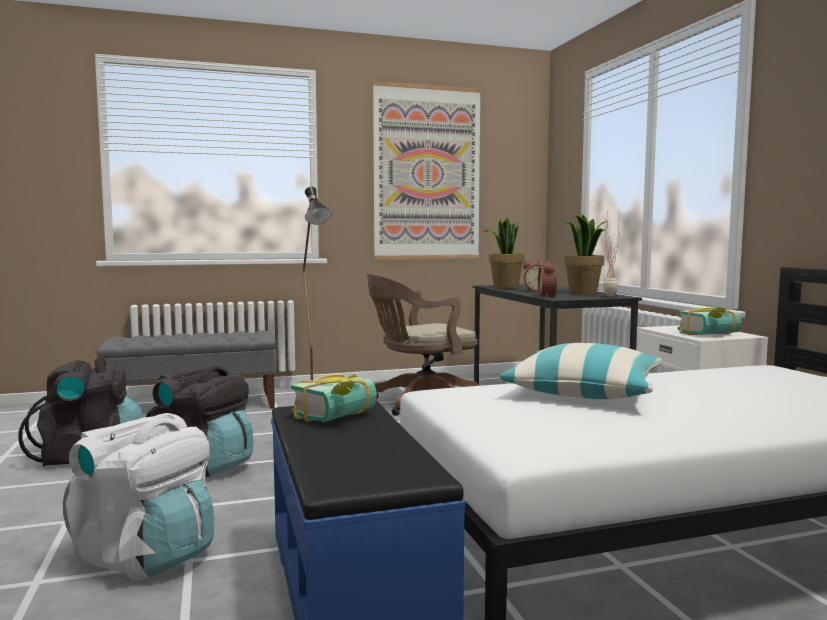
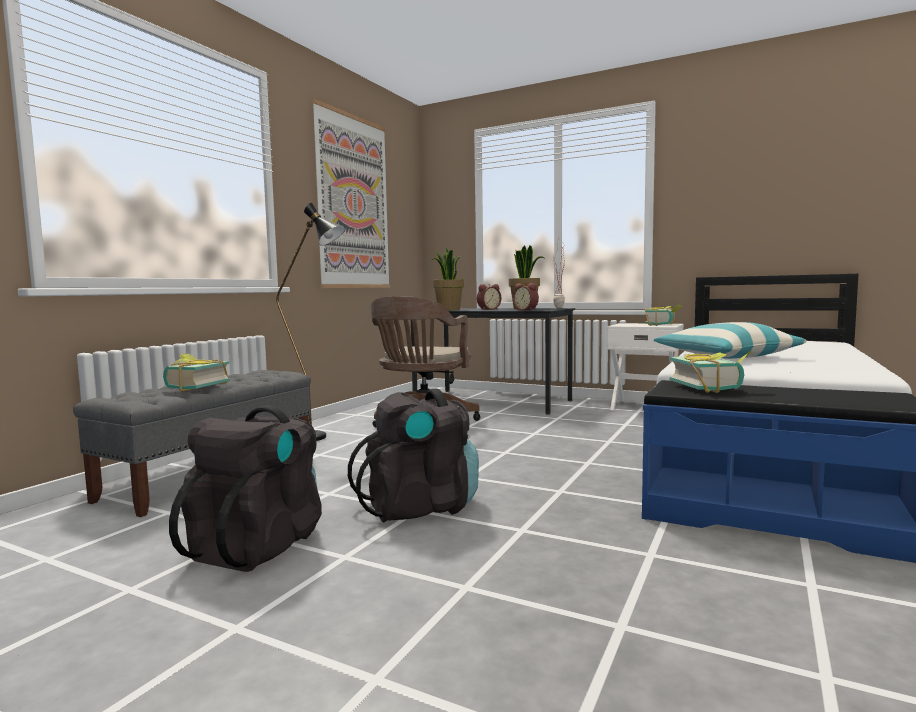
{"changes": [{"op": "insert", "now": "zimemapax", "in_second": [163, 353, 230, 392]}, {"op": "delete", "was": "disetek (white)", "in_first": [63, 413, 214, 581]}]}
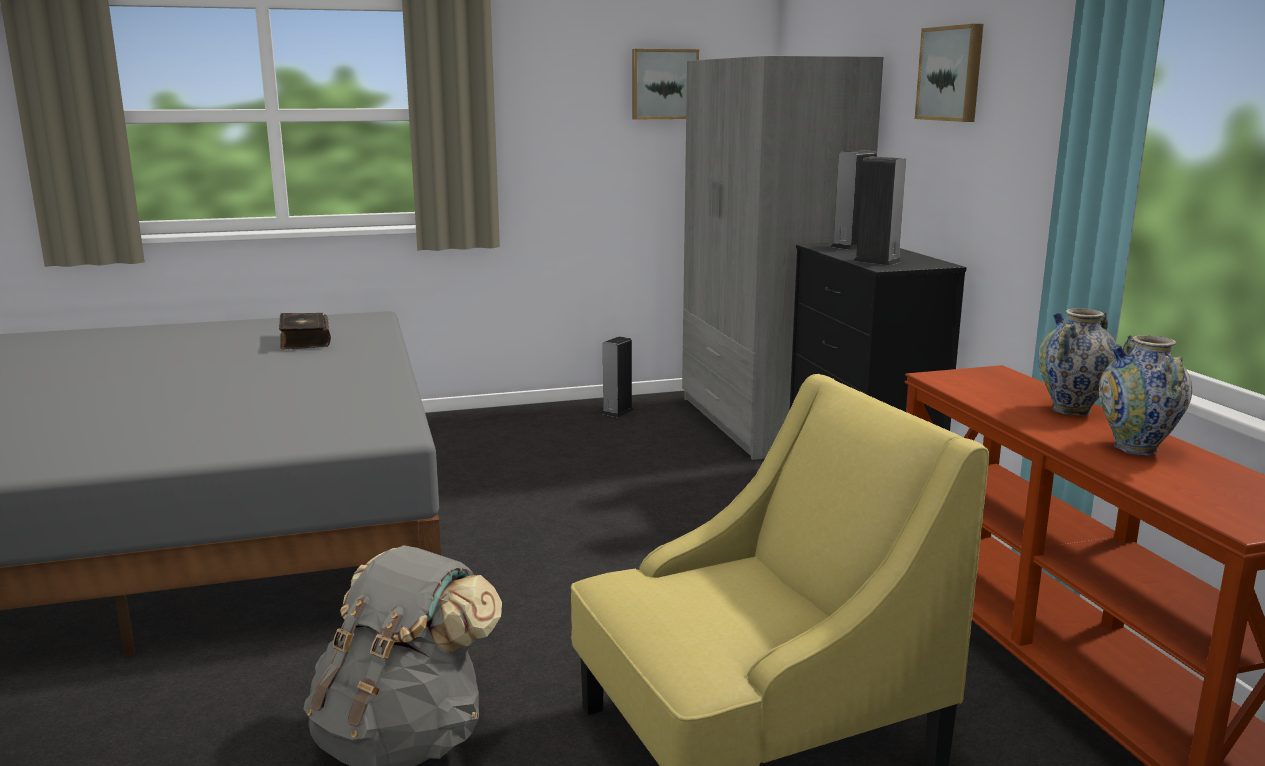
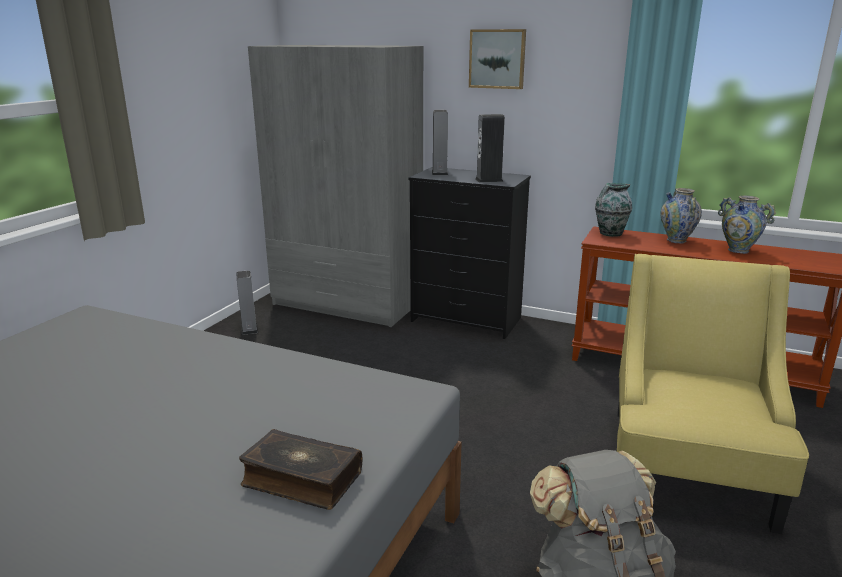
{"changes": [{"op": "move", "was": "zimemapax", "in_first": [279, 313, 331, 349], "in_second": [239, 429, 362, 510]}, {"op": "insert", "now": "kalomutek", "in_second": [595, 183, 632, 237]}, {"op": "delete", "was": "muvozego", "in_first": [632, 49, 699, 119]}]}
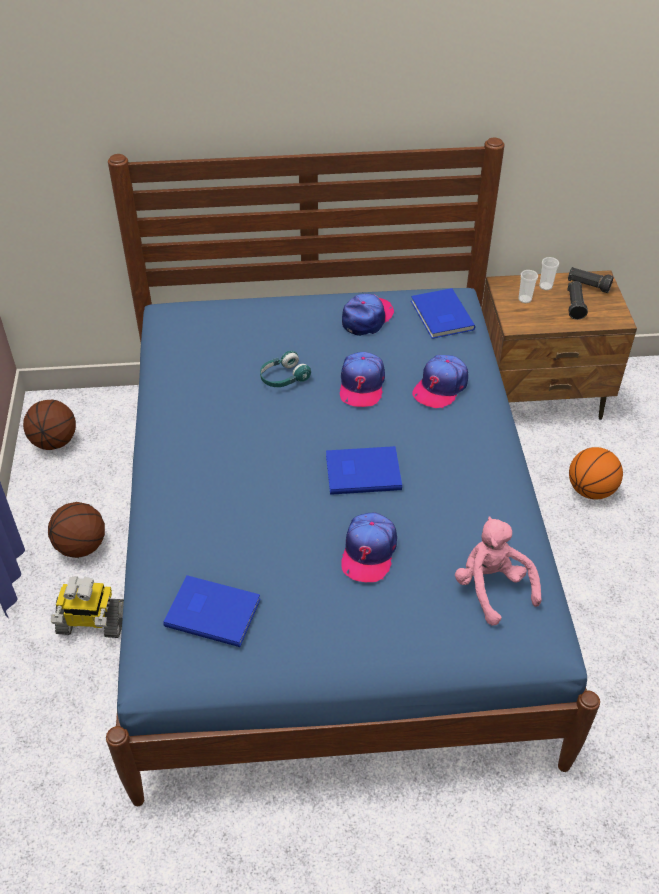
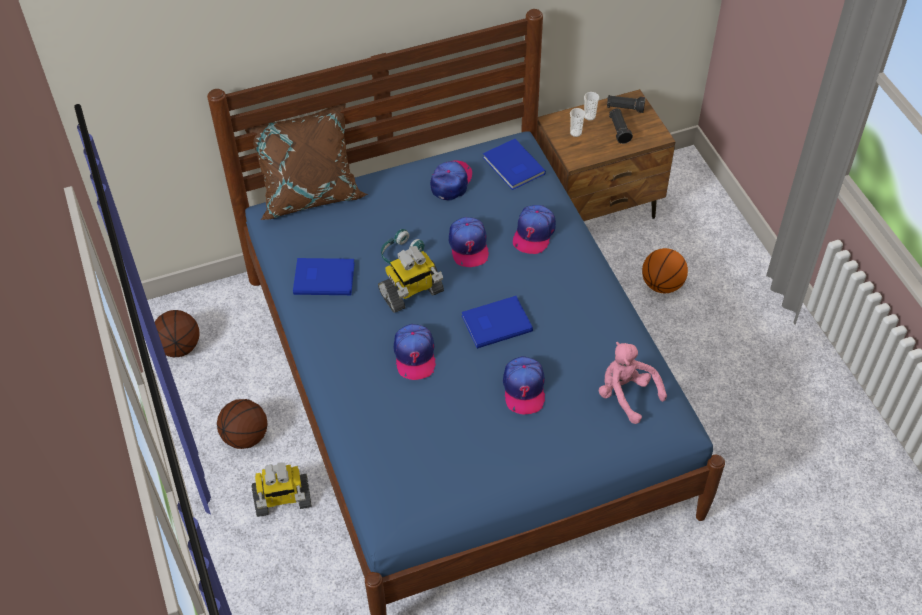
{"changes": [{"op": "insert", "now": "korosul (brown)", "in_second": [244, 103, 368, 220]}, {"op": "move", "was": "zimemapax (blue)", "in_first": [164, 575, 260, 647], "in_second": [293, 258, 355, 295]}, {"op": "insert", "now": "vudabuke", "in_second": [378, 246, 444, 313]}, {"op": "insert", "now": "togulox", "in_second": [394, 324, 436, 380]}]}
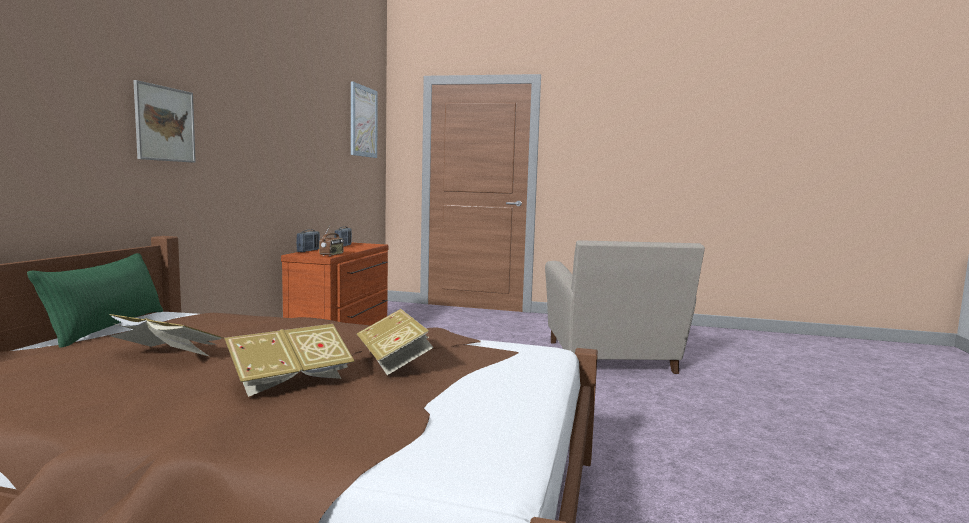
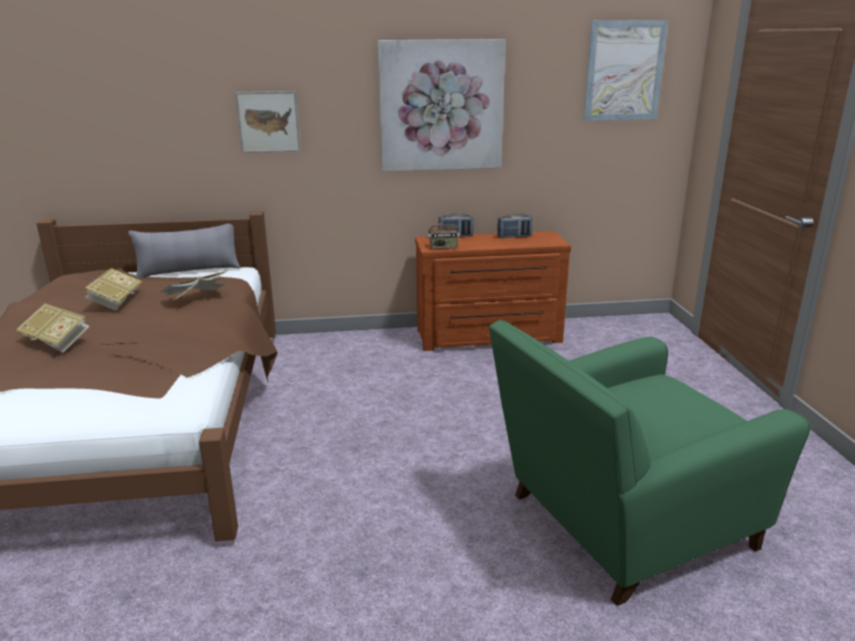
{"changes": [{"op": "recolor", "was": "korosul (green)", "now": "korosul (grey)", "in_first": [27, 253, 163, 348], "in_second": [128, 224, 240, 278]}, {"op": "move", "was": "zimemapax", "in_first": [357, 309, 434, 375], "in_second": [160, 271, 227, 301]}, {"op": "insert", "now": "muvozego", "in_second": [377, 39, 506, 172]}, {"op": "recolor", "was": "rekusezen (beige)", "now": "rekusezen (green)", "in_first": [545, 240, 705, 374], "in_second": [489, 320, 810, 606]}]}
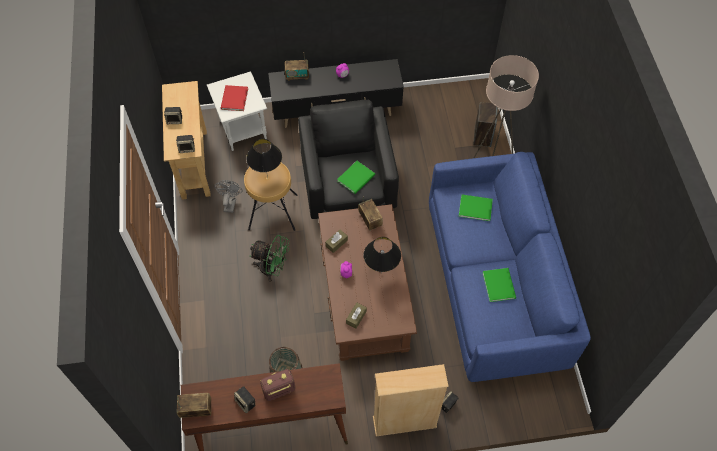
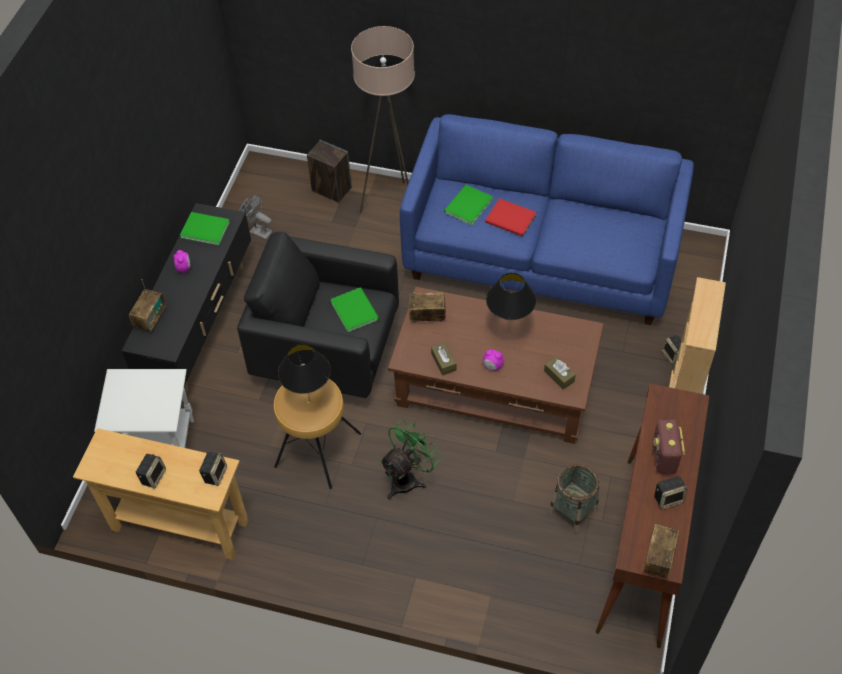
{"changes": [{"op": "move", "was": "zimemapax (green)", "in_first": [482, 268, 516, 302], "in_second": [180, 212, 230, 245]}, {"op": "move", "was": "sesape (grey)", "in_first": [214, 180, 243, 213], "in_second": [239, 194, 273, 240]}, {"op": "move", "was": "zimemapax (red)", "in_first": [221, 85, 248, 111], "in_second": [485, 198, 536, 237]}]}
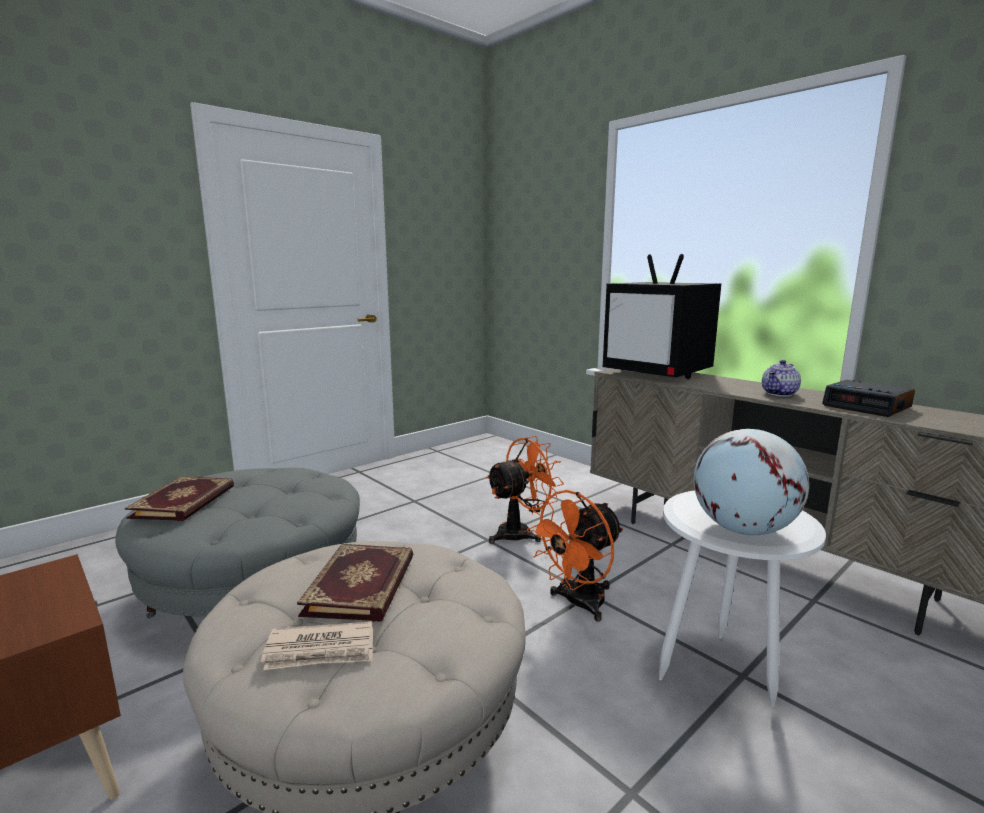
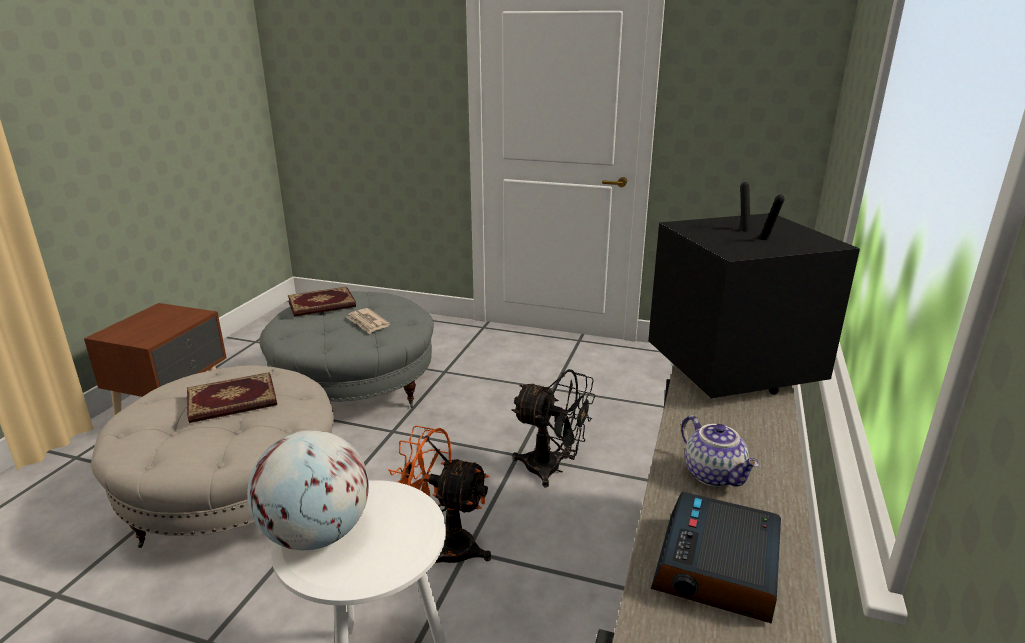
{"changes": [{"op": "move", "was": "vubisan", "in_first": [260, 621, 373, 670], "in_second": [346, 308, 390, 334]}, {"op": "recolor", "was": "sesape (orange)", "now": "sesape (black)", "in_first": [486, 436, 564, 544], "in_second": [512, 369, 596, 488]}, {"op": "rotate", "was": "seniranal", "in_first": [603, 254, 721, 379], "in_second": [648, 182, 860, 398], "clockwise": 150}, {"op": "rotate", "was": "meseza", "in_first": [762, 360, 801, 397], "in_second": [681, 415, 759, 487], "clockwise": -135}]}
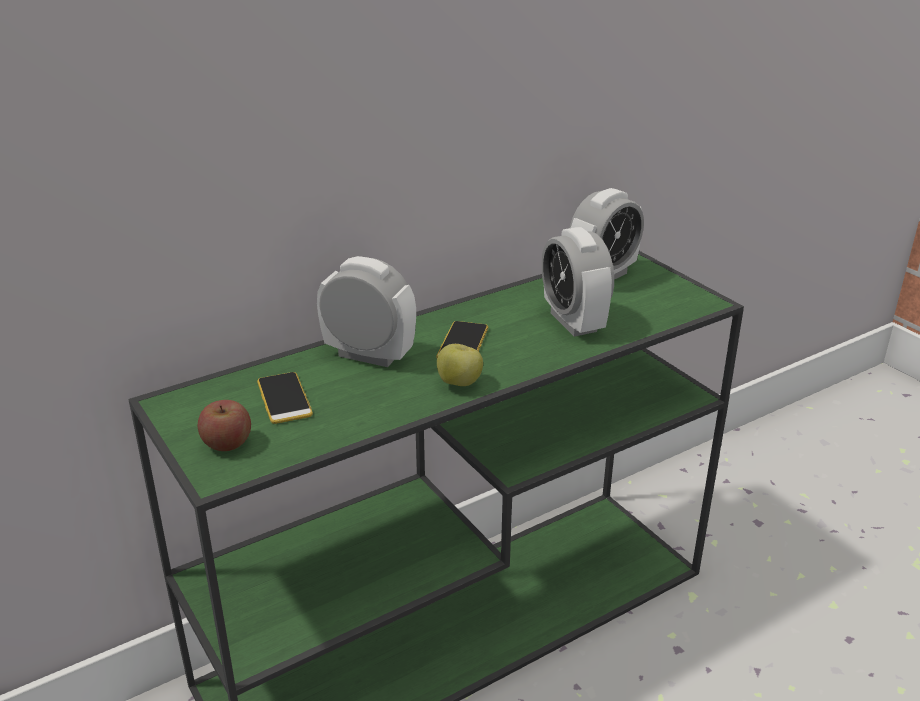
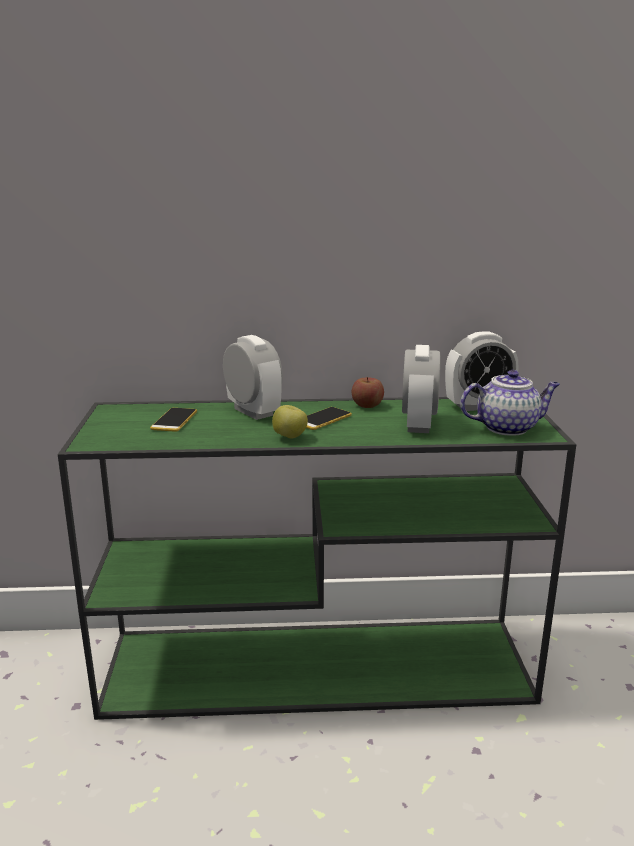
{"changes": [{"op": "move", "was": "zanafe", "in_first": [198, 400, 251, 451], "in_second": [352, 377, 384, 408]}, {"op": "insert", "now": "meseza", "in_second": [460, 370, 560, 436]}]}
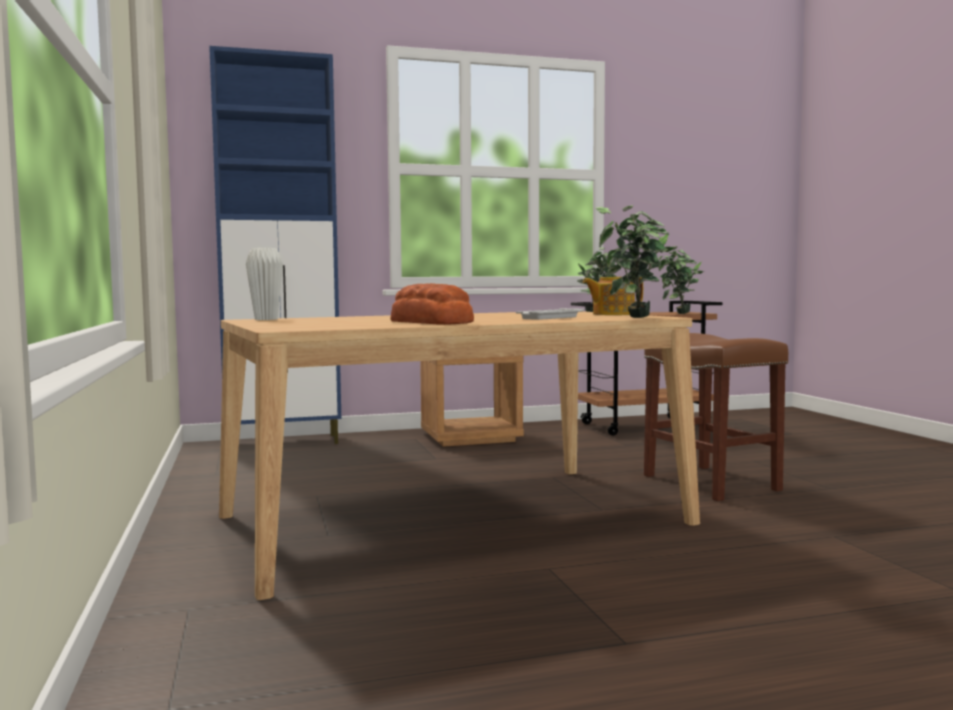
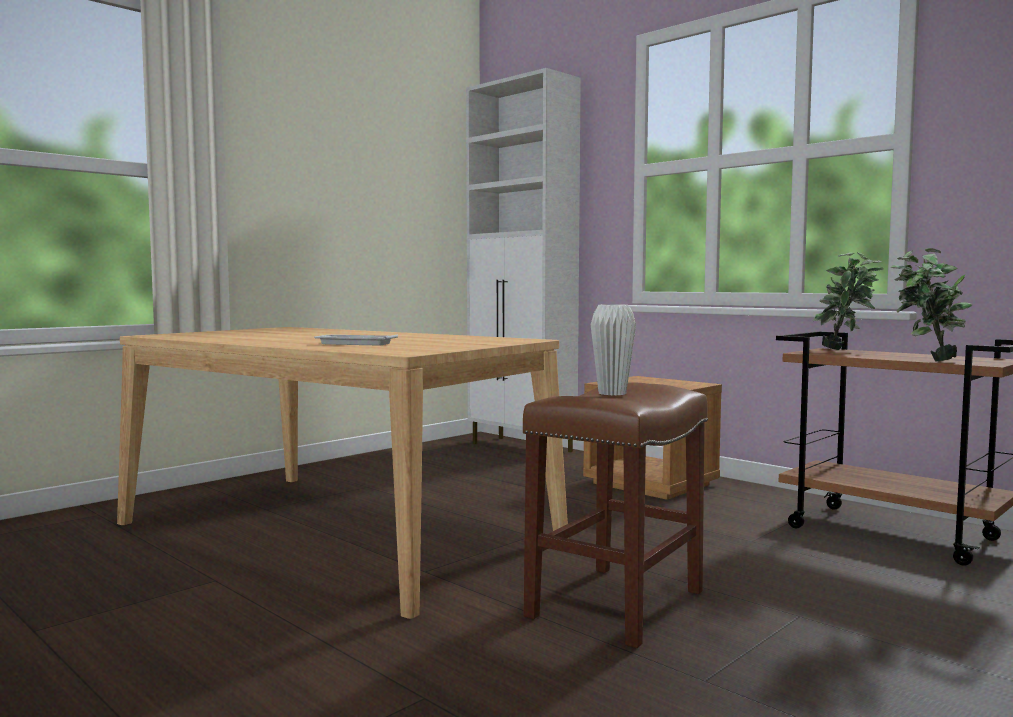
{"changes": [{"op": "recolor", "was": "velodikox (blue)", "now": "velodikox (white)", "in_first": [209, 46, 341, 444], "in_second": [466, 68, 581, 452]}, {"op": "move", "was": "kalomutek (white)", "in_first": [246, 248, 283, 320], "in_second": [591, 304, 636, 396]}, {"op": "delete", "was": "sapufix", "in_first": [390, 283, 474, 325]}, {"op": "delete", "was": "meseza", "in_first": [582, 277, 643, 315]}, {"op": "delete", "was": "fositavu", "in_first": [595, 205, 676, 318]}]}
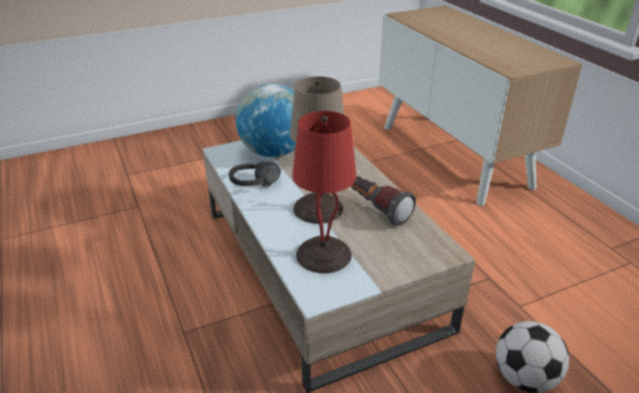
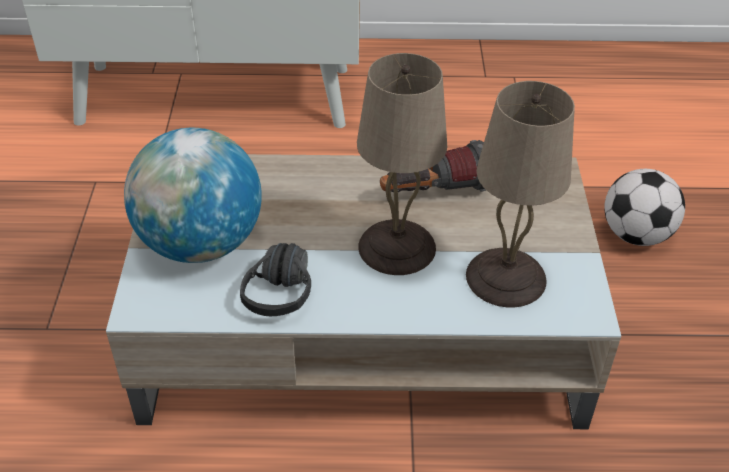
{"changes": [{"op": "recolor", "was": "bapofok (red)", "now": "bapofok (beige)", "in_first": [292, 111, 356, 273], "in_second": [466, 81, 575, 307]}]}
